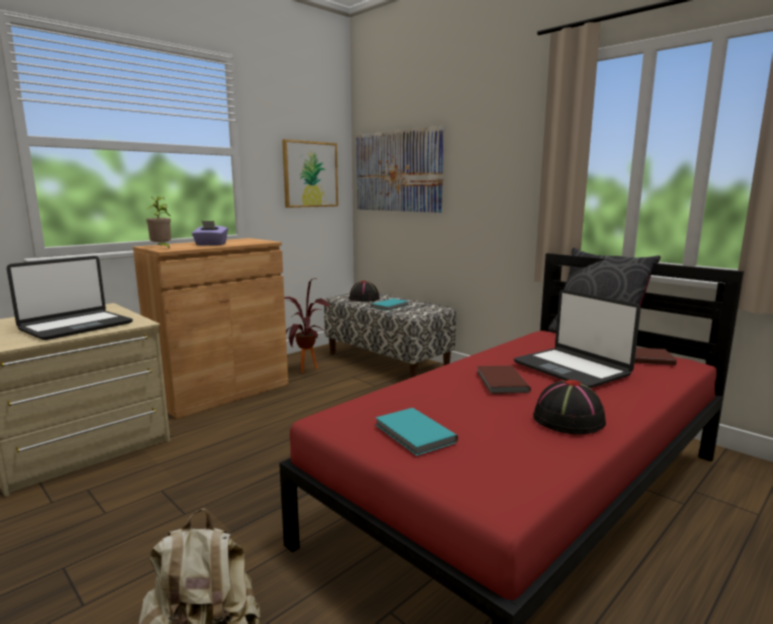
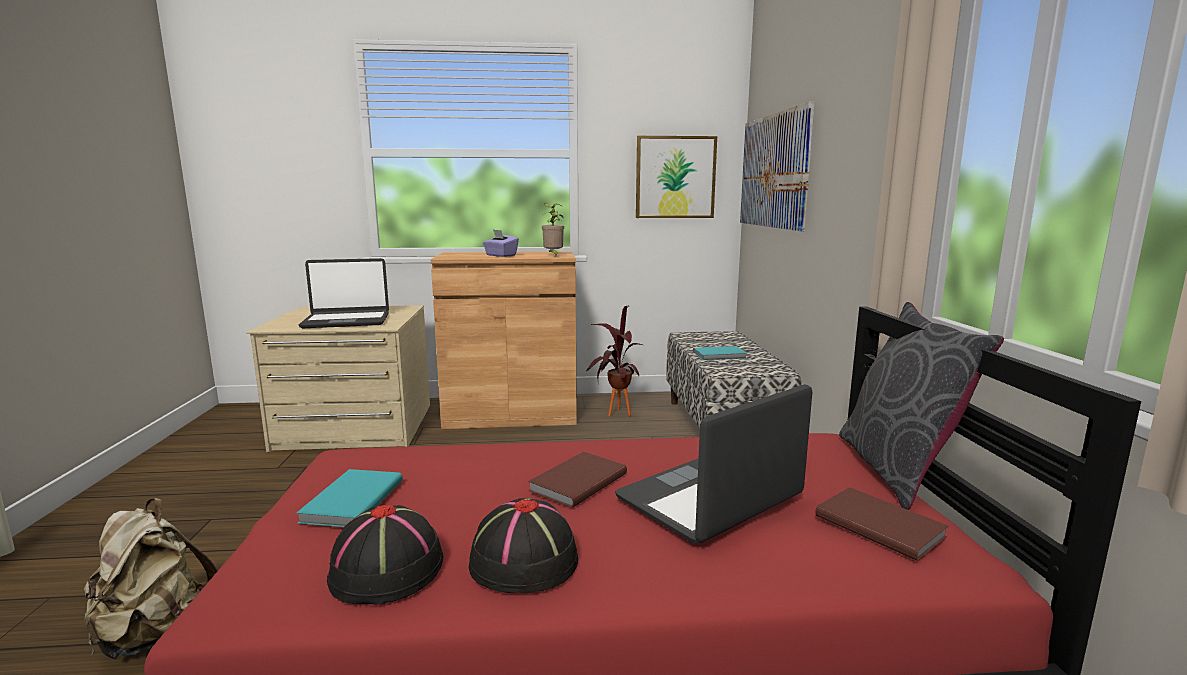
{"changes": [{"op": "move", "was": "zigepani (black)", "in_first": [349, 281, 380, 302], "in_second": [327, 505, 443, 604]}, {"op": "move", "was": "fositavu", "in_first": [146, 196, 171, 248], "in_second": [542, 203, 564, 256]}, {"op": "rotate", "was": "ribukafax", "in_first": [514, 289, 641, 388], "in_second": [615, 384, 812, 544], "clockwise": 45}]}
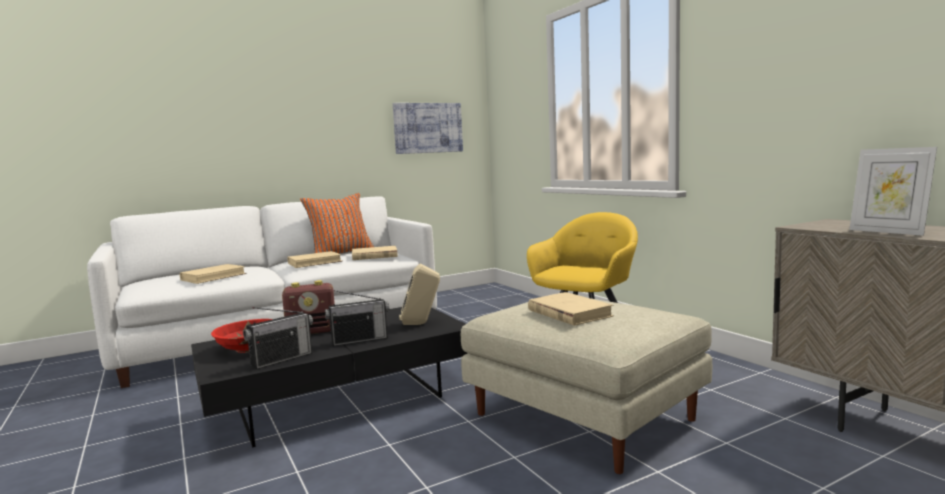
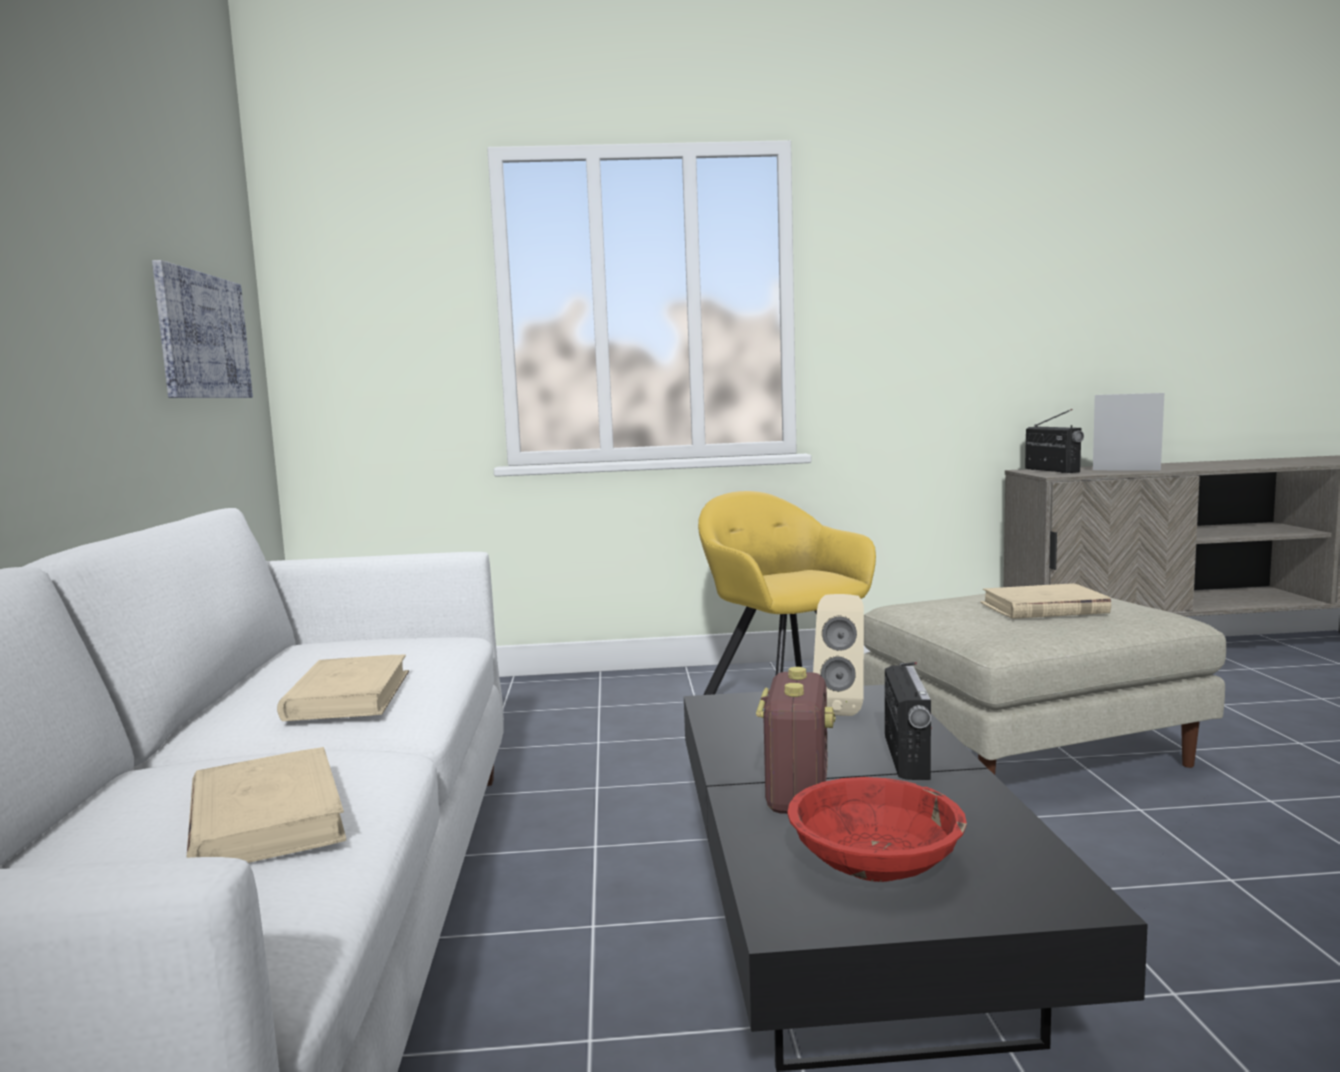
{"changes": [{"op": "move", "was": "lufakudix", "in_first": [243, 307, 313, 369], "in_second": [1025, 409, 1084, 473]}, {"op": "rotate", "was": "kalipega", "in_first": [849, 147, 937, 236], "in_second": [1093, 393, 1164, 470], "clockwise": -150}, {"op": "delete", "was": "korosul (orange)", "in_first": [300, 193, 374, 254]}, {"op": "delete", "was": "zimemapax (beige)", "in_first": [352, 246, 398, 260]}]}
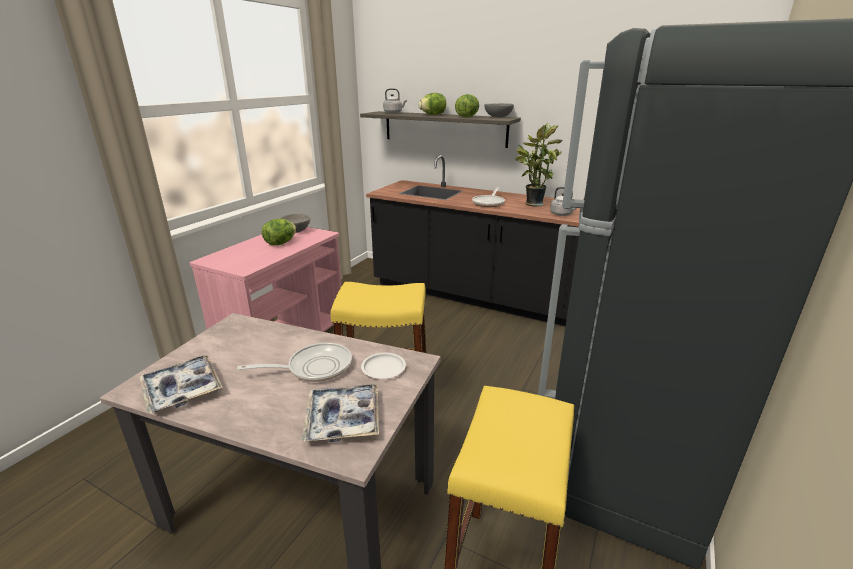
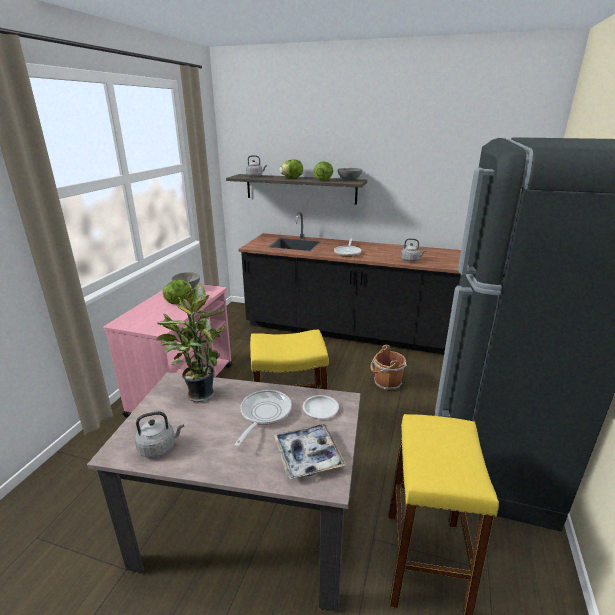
{"changes": [{"op": "replace", "was": "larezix", "now": "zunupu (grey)", "in_first": [140, 355, 223, 413], "in_second": [135, 411, 184, 458]}, {"op": "move", "was": "fositavu", "in_first": [515, 122, 562, 207], "in_second": [156, 283, 226, 402]}, {"op": "rotate", "was": "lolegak", "in_first": [237, 343, 352, 382], "in_second": [234, 390, 292, 447], "clockwise": -45}, {"op": "insert", "now": "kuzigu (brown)", "in_second": [370, 345, 407, 391]}]}
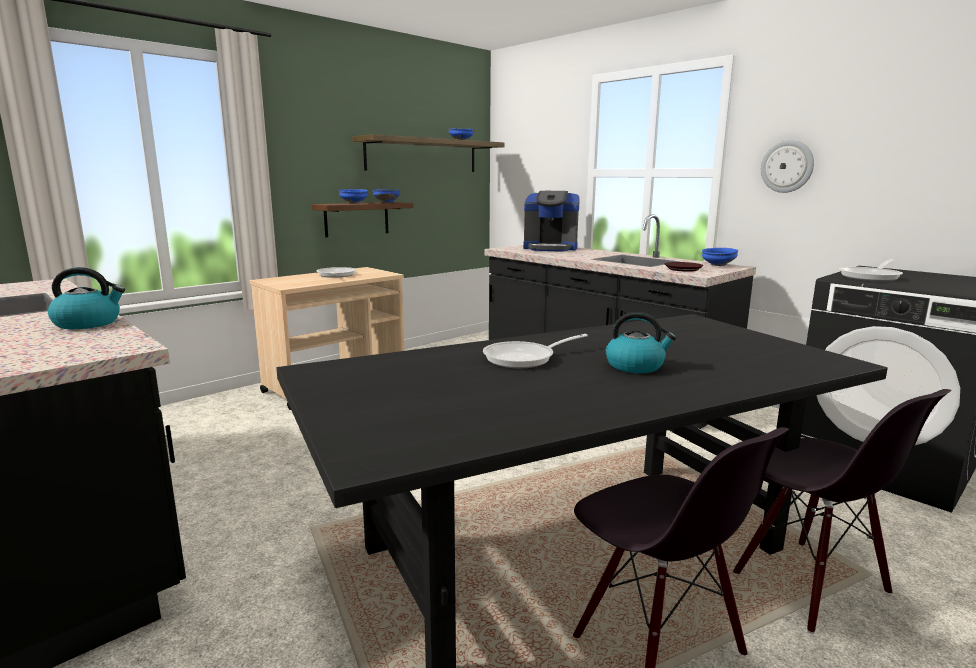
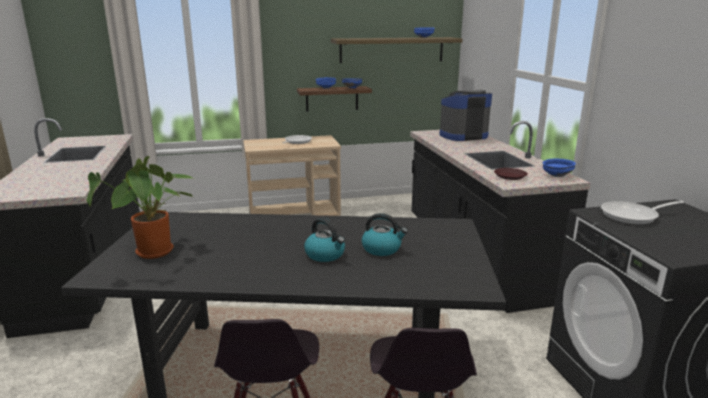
{"changes": [{"op": "insert", "now": "fositavu", "in_second": [87, 156, 193, 259]}, {"op": "move", "was": "zunupu", "in_first": [48, 267, 125, 329], "in_second": [361, 213, 408, 256]}, {"op": "rotate", "was": "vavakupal", "in_first": [523, 191, 580, 252], "in_second": [439, 90, 492, 141], "clockwise": 120}, {"op": "delete", "was": "lolegak", "in_first": [483, 334, 588, 368]}, {"op": "delete", "was": "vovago", "in_first": [761, 140, 814, 193]}]}
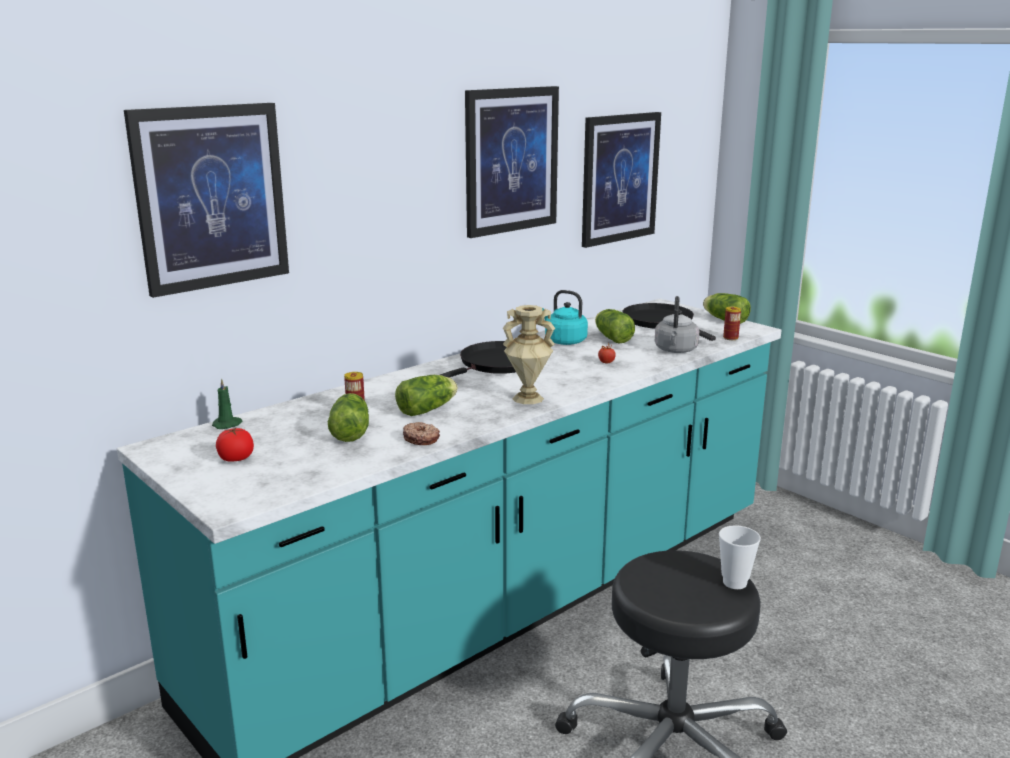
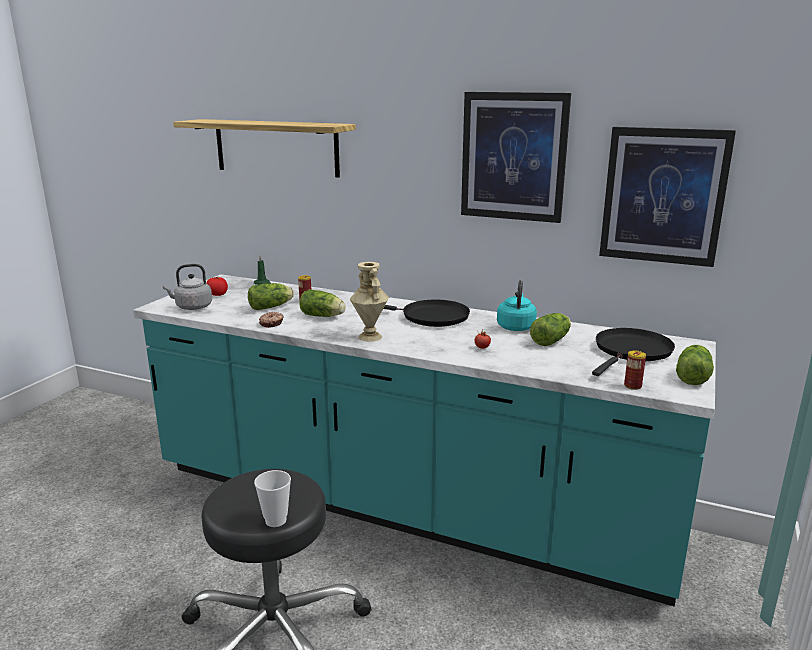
{"changes": [{"op": "move", "was": "zunupu (grey)", "in_first": [655, 296, 699, 353], "in_second": [163, 264, 212, 310]}, {"op": "replace", "was": "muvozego", "now": "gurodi", "in_first": [124, 103, 289, 298], "in_second": [173, 119, 356, 178]}]}
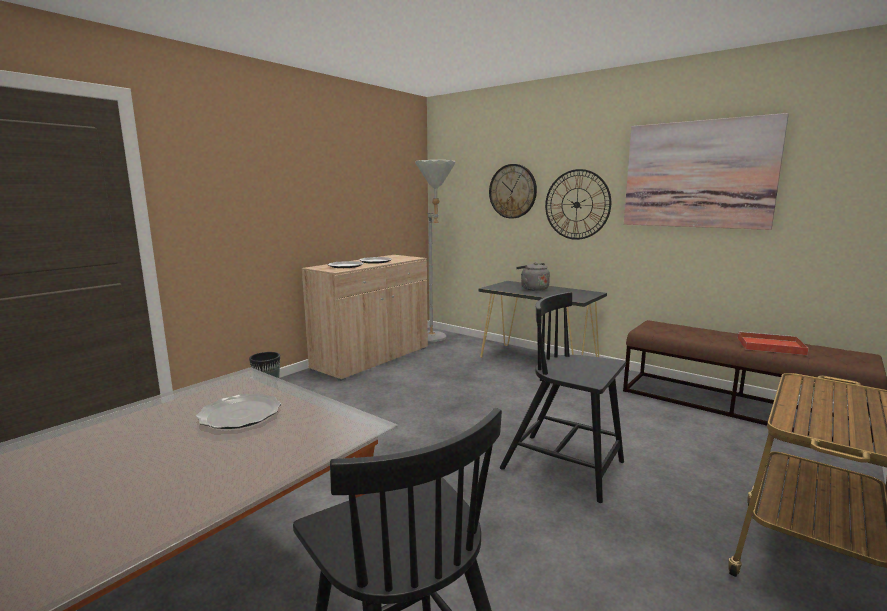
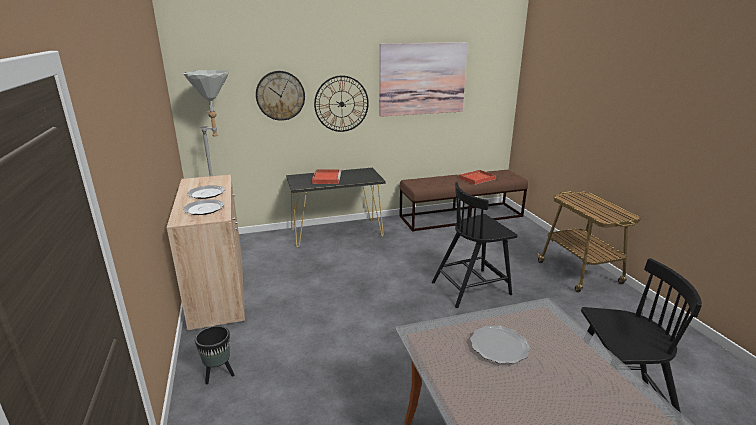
{"changes": [{"op": "replace", "was": "zunupu (grey)", "now": "larezix (red)", "in_first": [516, 262, 550, 291], "in_second": [312, 169, 341, 184]}]}
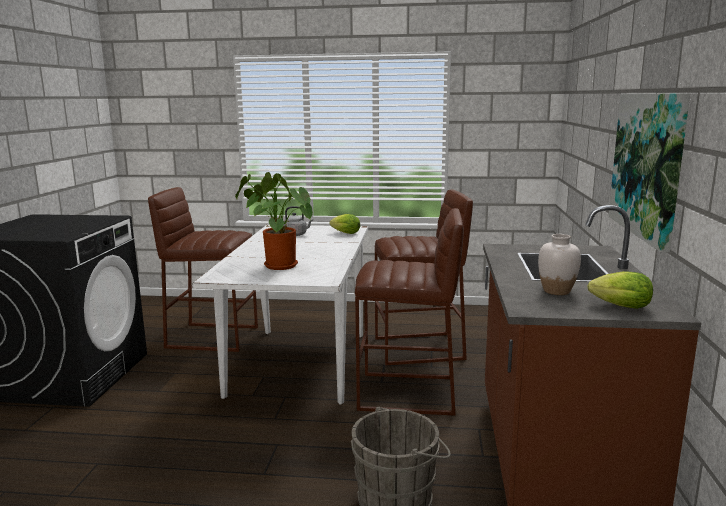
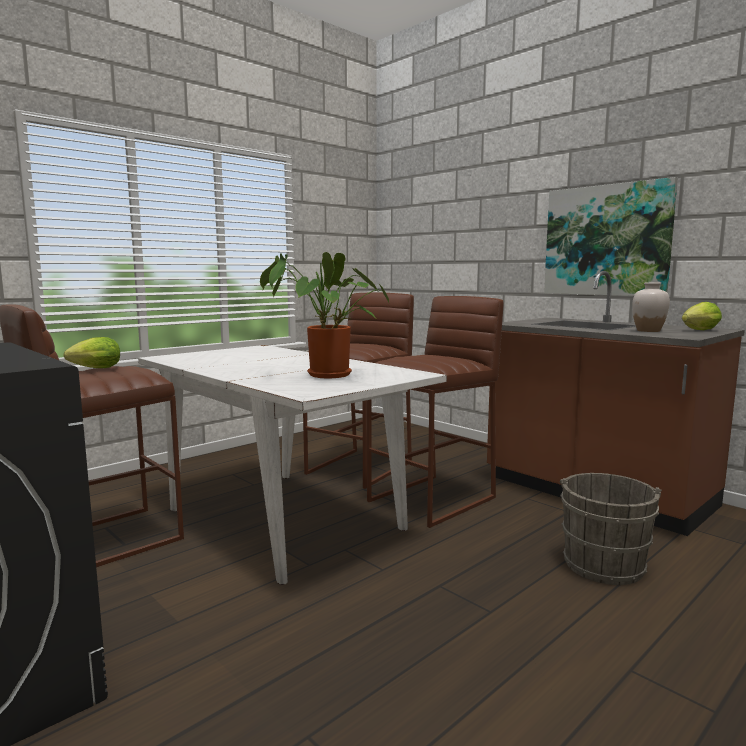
{"changes": [{"op": "move", "was": "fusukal", "in_first": [330, 214, 360, 234], "in_second": [63, 337, 120, 368]}, {"op": "delete", "was": "zunupu (grey)", "in_first": [283, 206, 313, 236]}]}
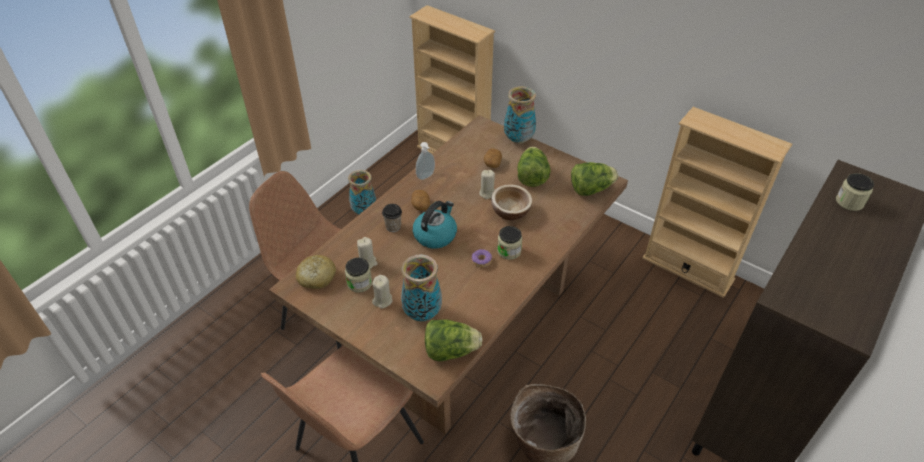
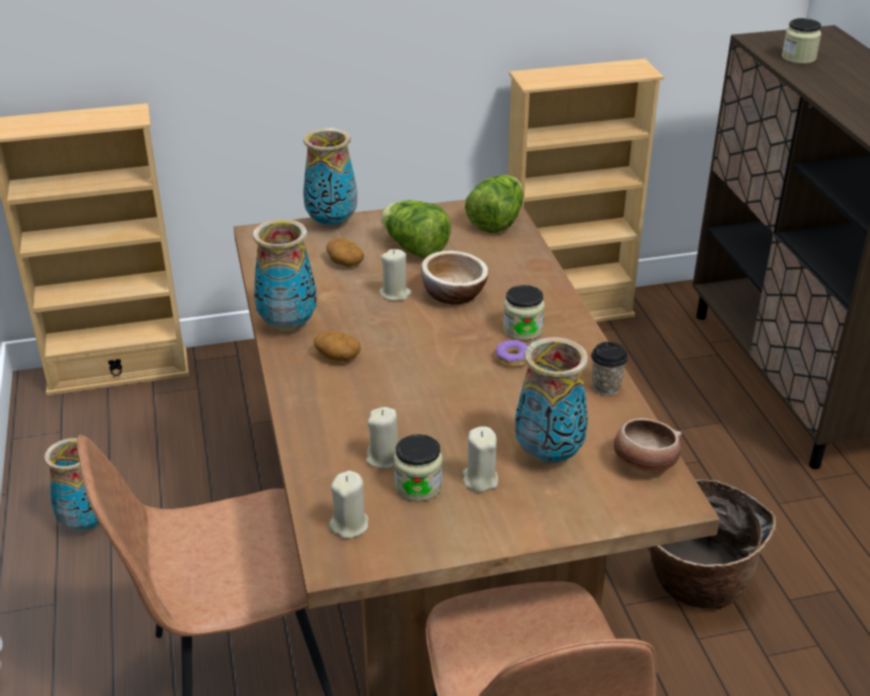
{"changes": [{"op": "replace", "was": "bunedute", "now": "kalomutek", "in_first": [416, 142, 435, 180], "in_second": [253, 219, 317, 332]}, {"op": "replace", "was": "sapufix", "now": "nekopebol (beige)", "in_first": [296, 255, 336, 289], "in_second": [329, 471, 369, 539]}, {"op": "move", "was": "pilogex", "in_first": [382, 204, 402, 232], "in_second": [591, 342, 628, 395]}, {"op": "replace", "was": "fusukal", "now": "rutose", "in_first": [425, 320, 483, 361], "in_second": [614, 418, 682, 472]}, {"op": "delete", "was": "zunupu", "in_first": [413, 201, 457, 249]}]}
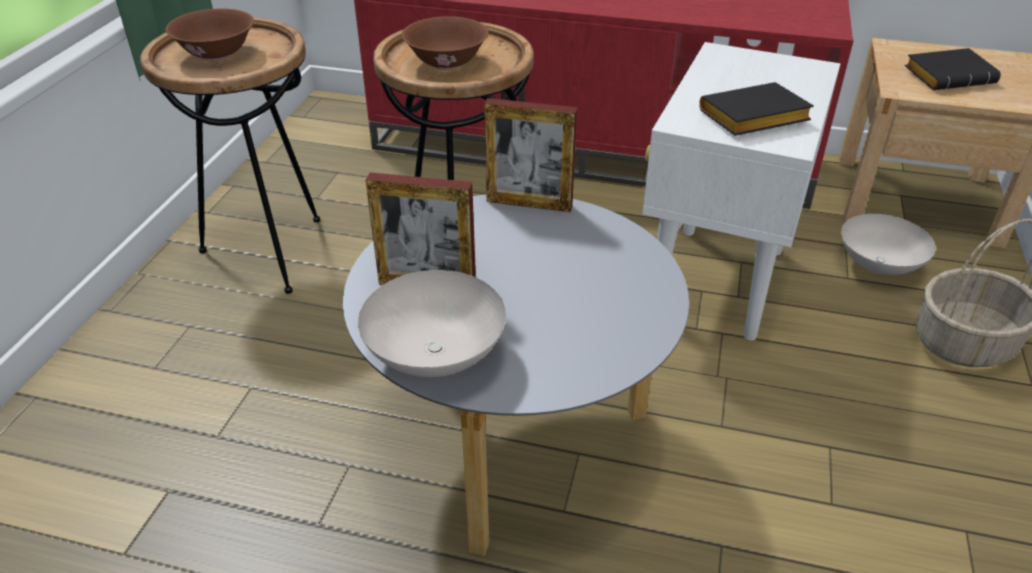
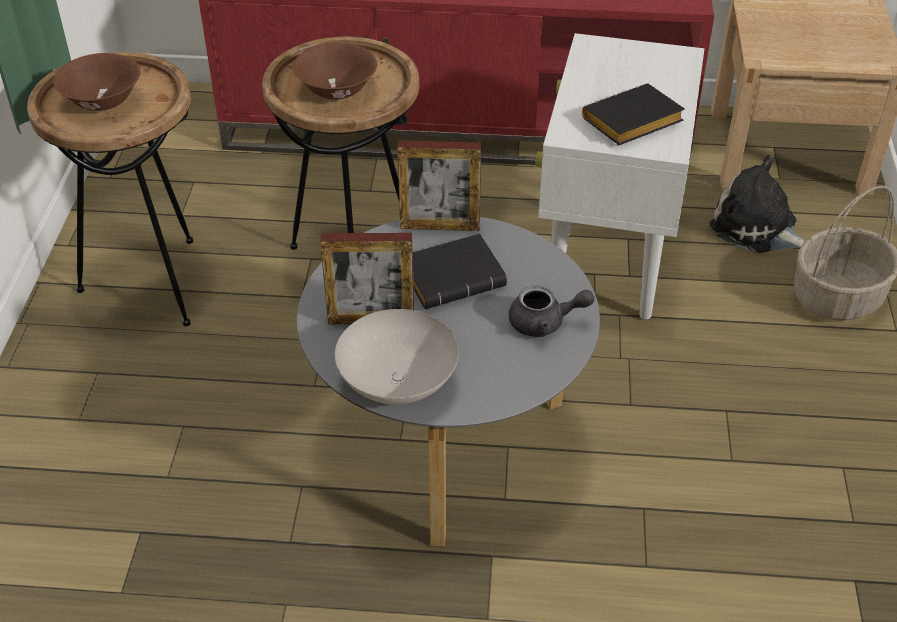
{"changes": [{"op": "move", "was": "zimemapax (black)", "in_first": [905, 48, 1001, 90], "in_second": [413, 234, 507, 309]}, {"op": "insert", "now": "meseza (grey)", "in_second": [509, 286, 595, 337]}, {"op": "replace", "was": "rutose (white)", "now": "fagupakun", "in_first": [841, 214, 936, 275], "in_second": [710, 155, 805, 253]}]}
